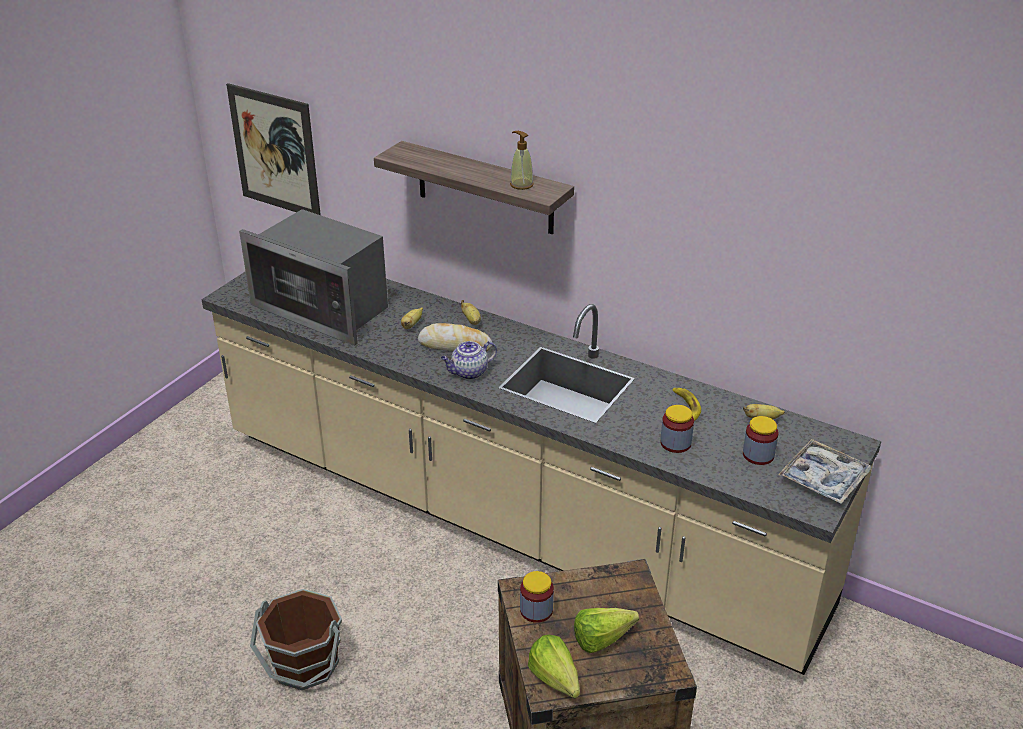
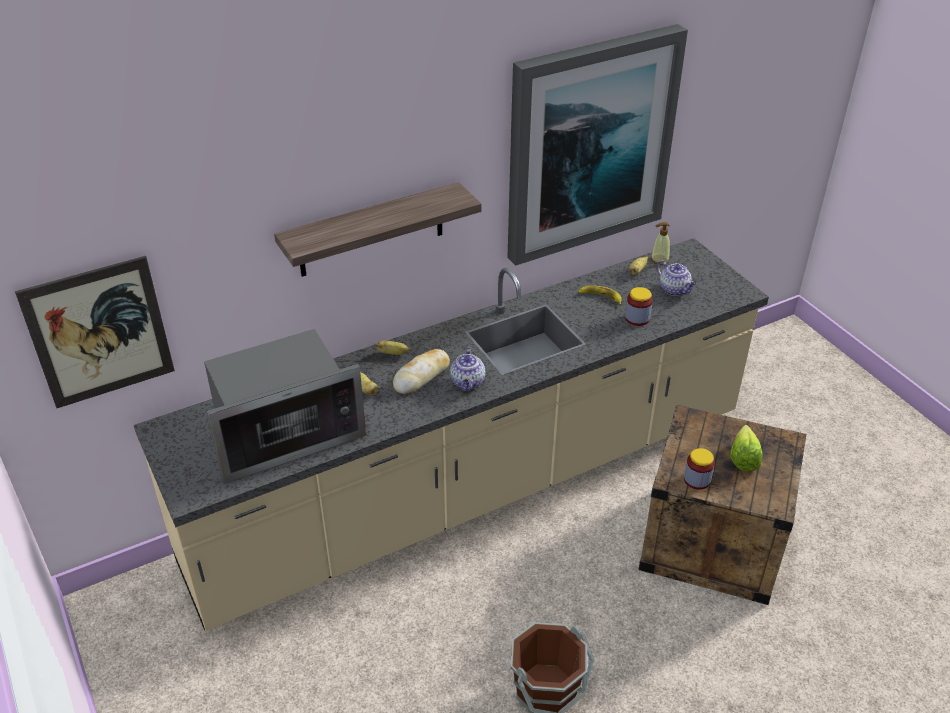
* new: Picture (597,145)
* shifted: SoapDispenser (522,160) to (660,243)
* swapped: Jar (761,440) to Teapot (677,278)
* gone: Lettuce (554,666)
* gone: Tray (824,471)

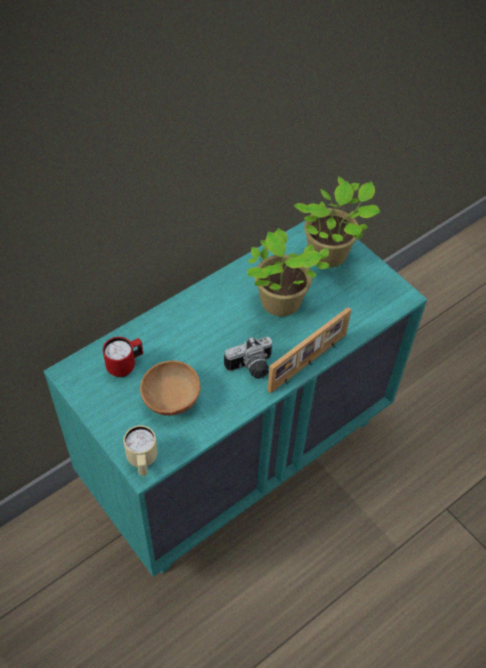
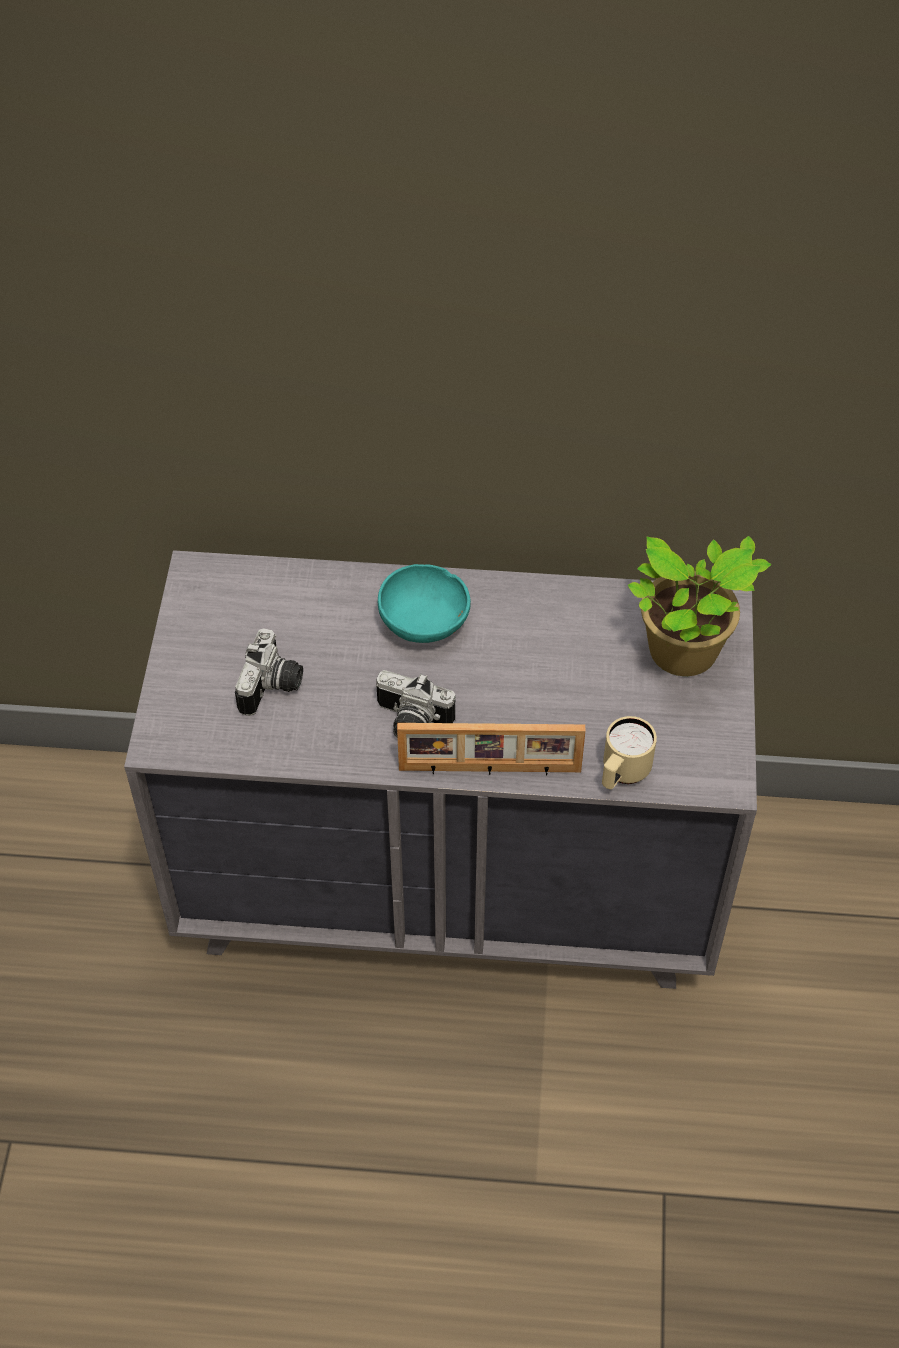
* repainted: TurquoiseDresser (235,399) to GreyDresser (440,769)
* swapped: BrownBowl (170,388) to PhotoCamera (269,672)
* new: TurquoiseBowl (424,603)
* shifted: BeigeMug (140,450) to (629,752)
* gone: RedMug (123,357)
* gone: PottedPlant (288,272)

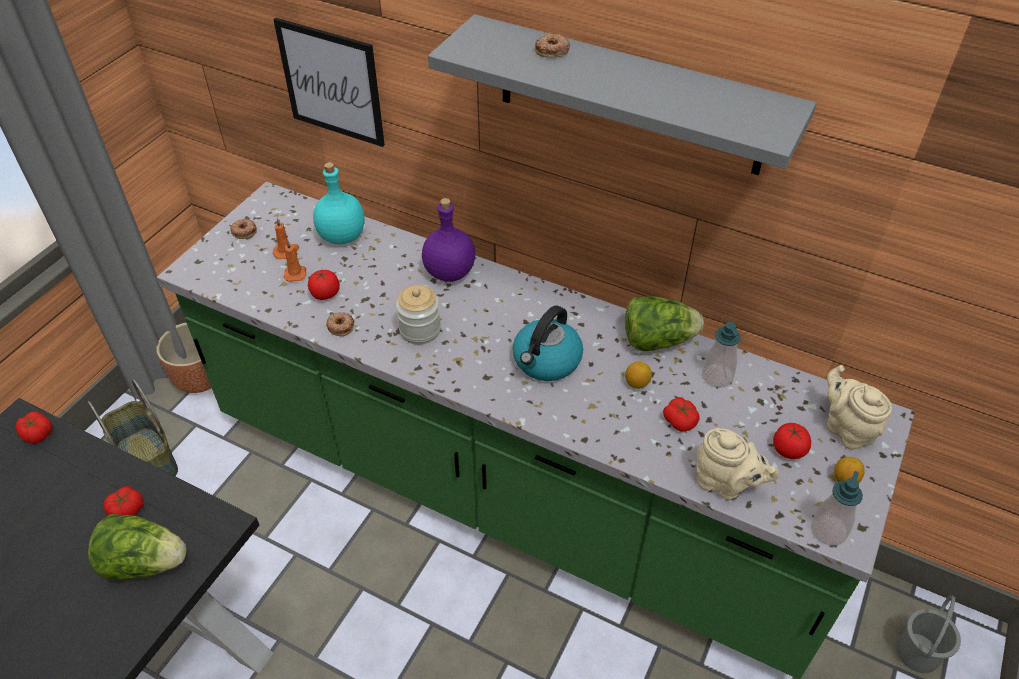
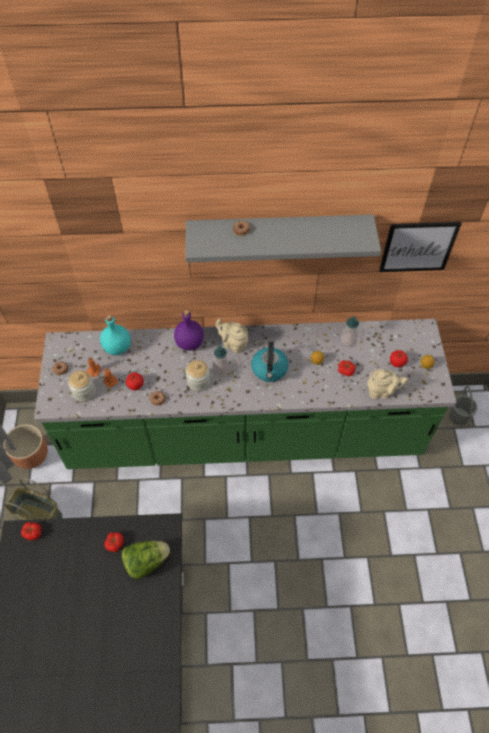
* new: Jar (82,386)
* shifted: SoapDispenser (837,508) to (221,359)
* shifted: BeigeTeapot (859,407) to (231,335)
* shifted: Picture (329,82) to (420,247)
* gone: Lettuce (664,323)

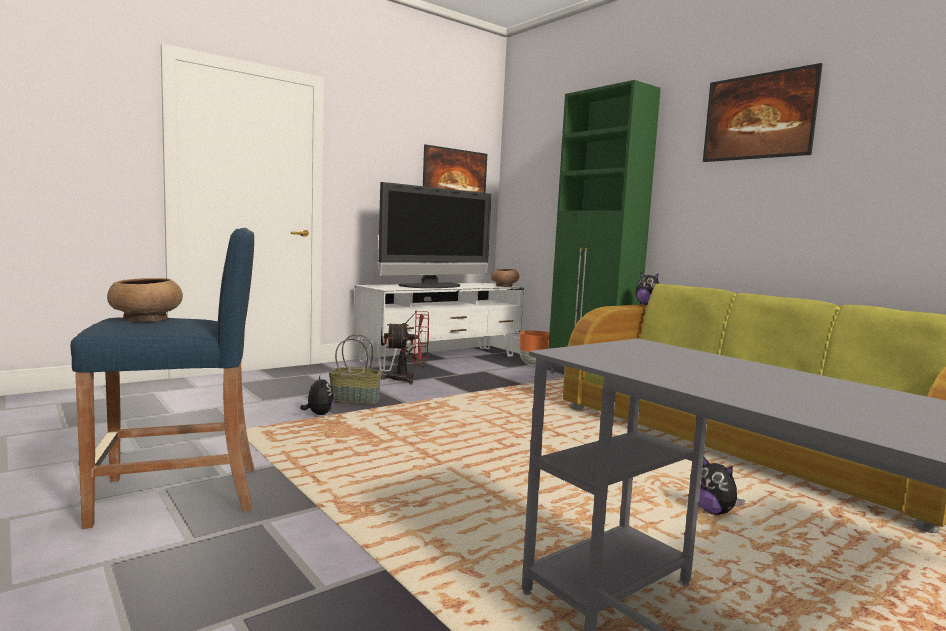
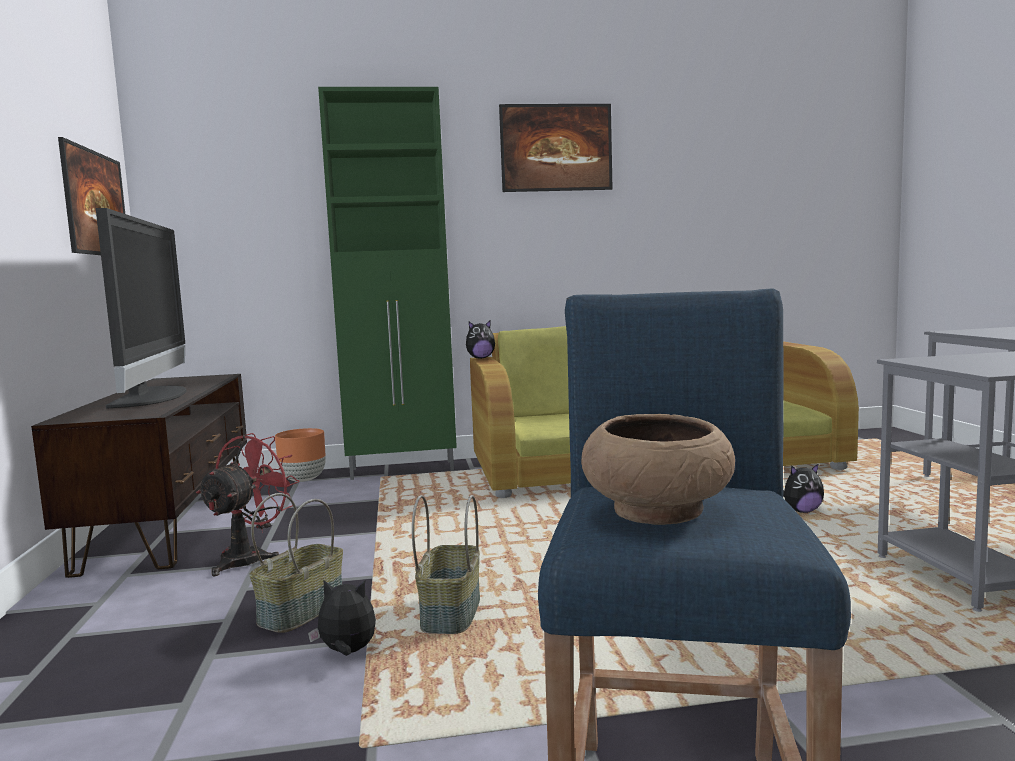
* repainted: WhiteTvStand (439,327) to BrownTvStand (139,476)
* new: Basket (446,564)
* gone: BrownBowl (505,278)

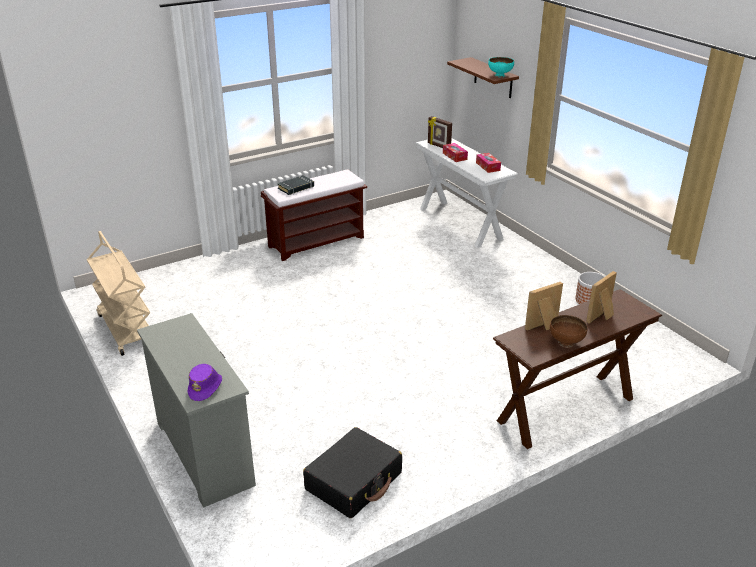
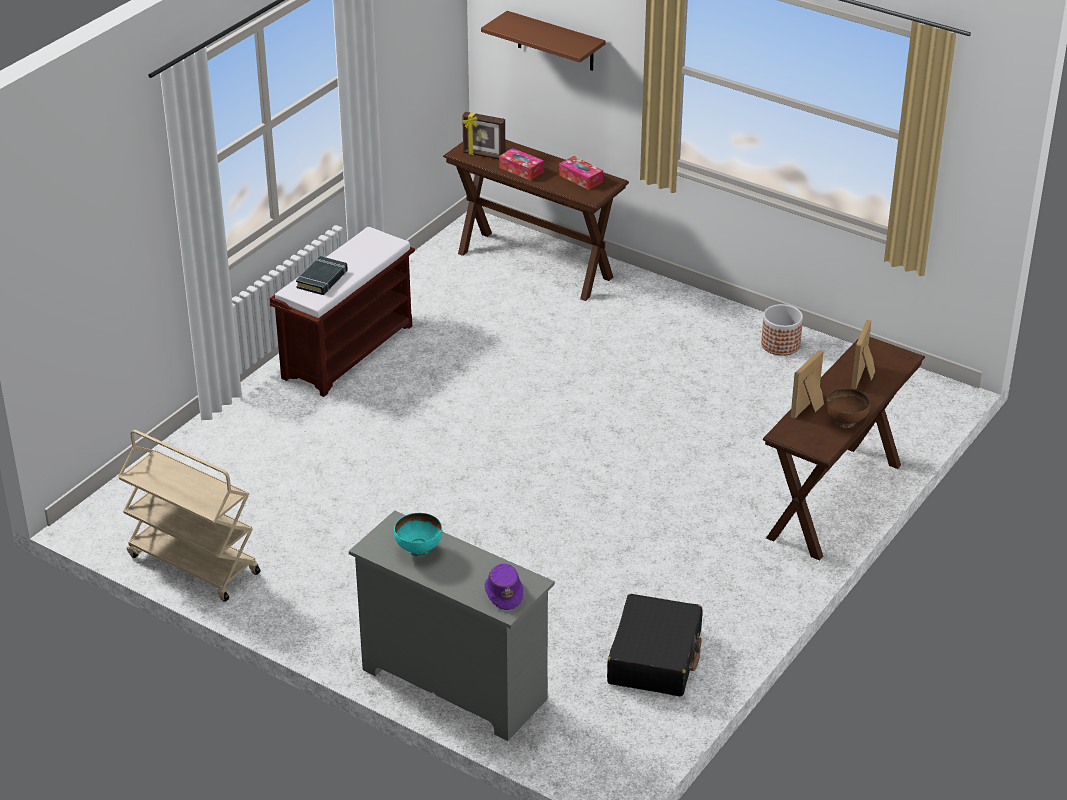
* shifted: TurquoiseBowl (501,67) to (418,535)
* repainted: WhiteConsoleTable (467,193) to BrownConsoleTable (536,220)

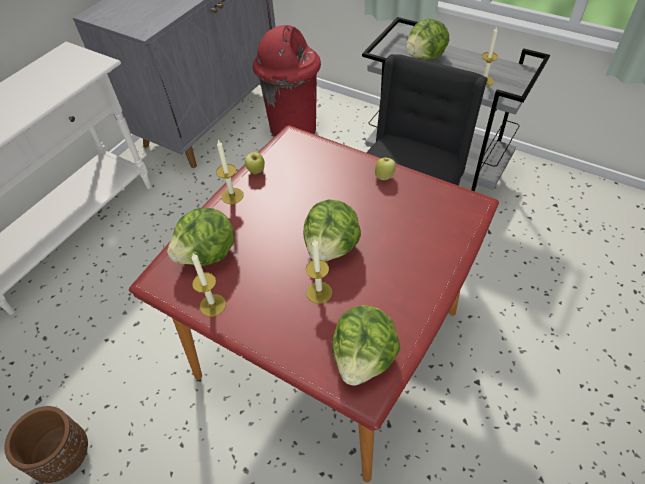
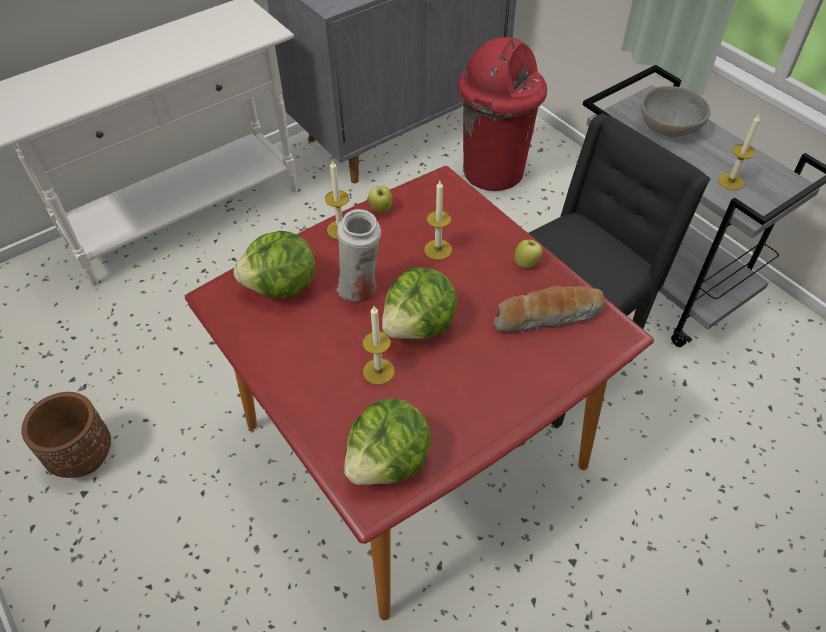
* new: WhiteVase (359,256)
* shifted: Candle (208,285) to (438,220)
* new: Bread (549,309)
* swapped: Lettuce (427,39) to GreyBowl (676,111)

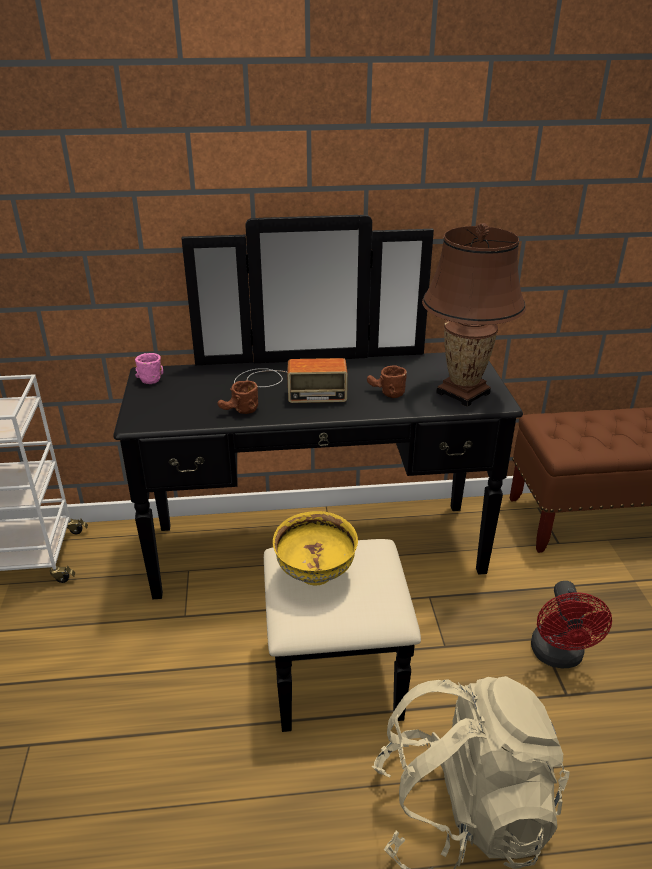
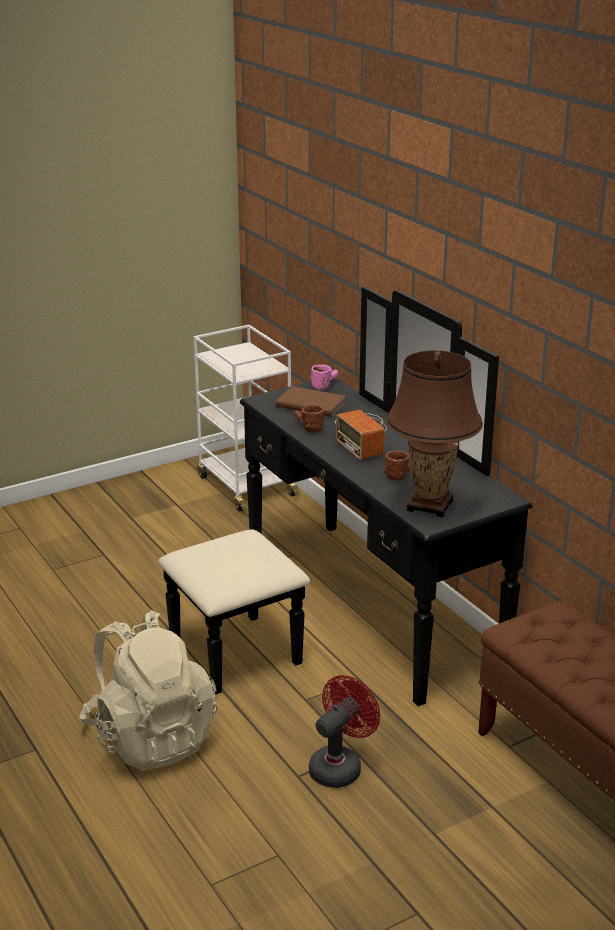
* new: BrownBook (311,401)
* rotated: RedFan (571,624) = (344,731) 150 degrees clockwise
* gone: YellowBowl (315,548)

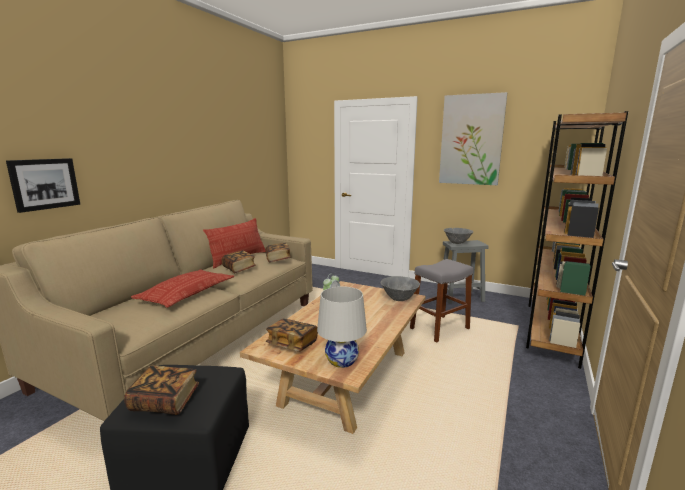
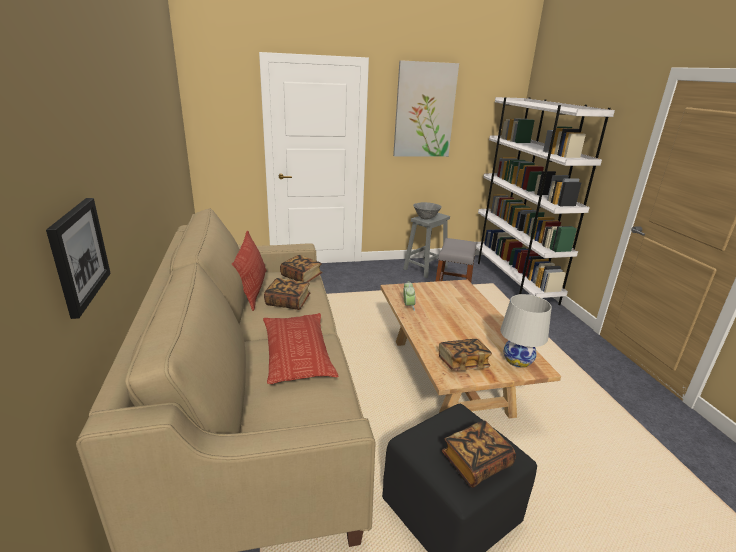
* repainted: BrownBookcase (577,240) to WhiteBookcase (545,201)
* gone: GreyBowl (400,288)

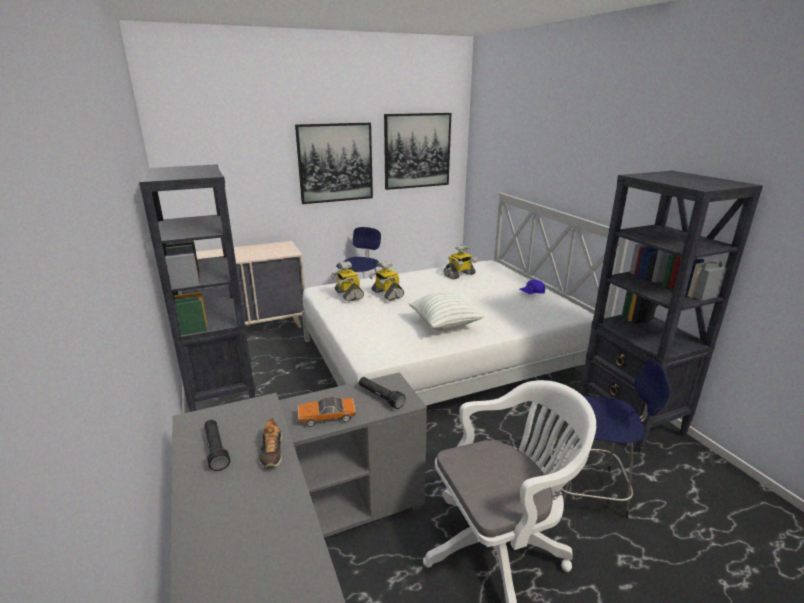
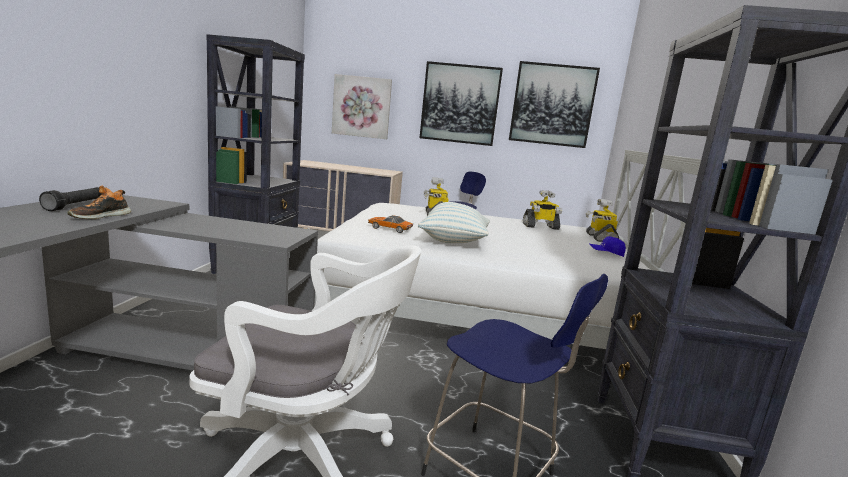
* new: Picture (362,106)
* shifted: ToyCar (327,412) to (390,224)
* shifted: ToyRobot (347,281) to (602,220)
* gone: BlackFlashlight (382,393)

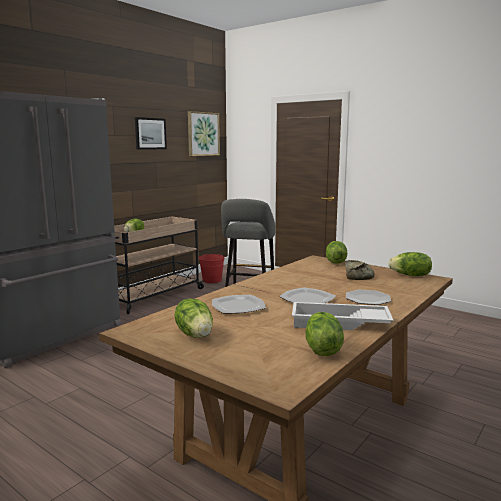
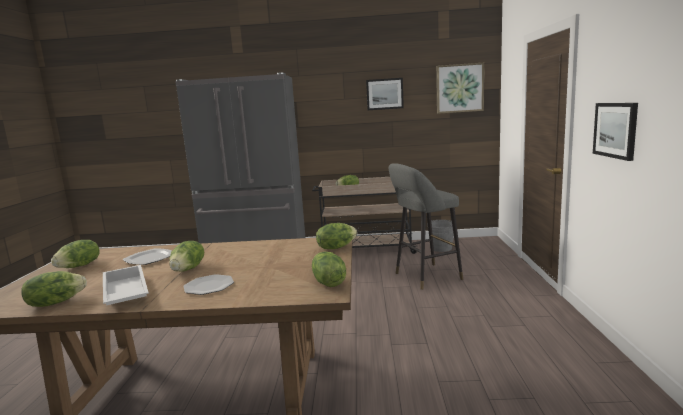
* swapped: Plate (307,295) to Lettuce (186,256)
* repainted: RedBucket (212,268) to GreyBucket (440,236)
* new: Picture (615,132)
* gone: Bread (360,270)

